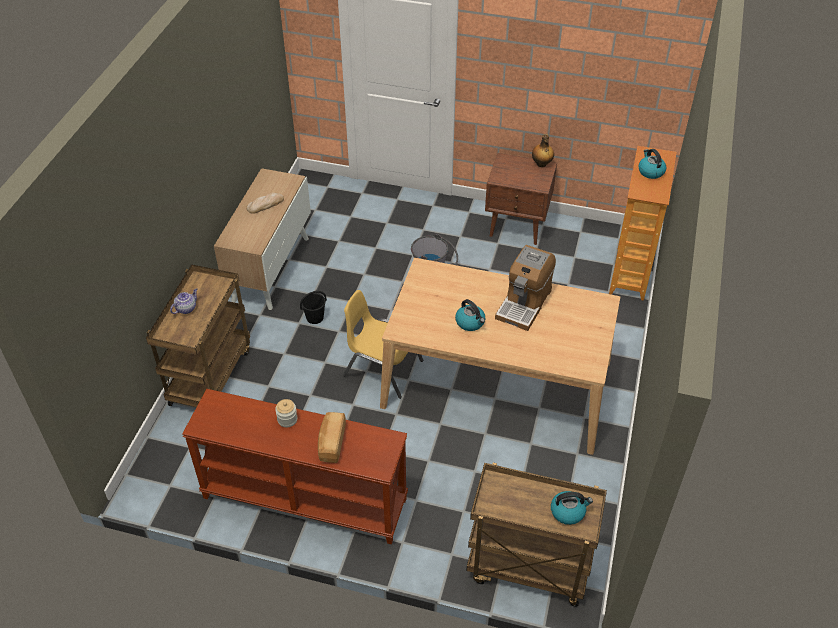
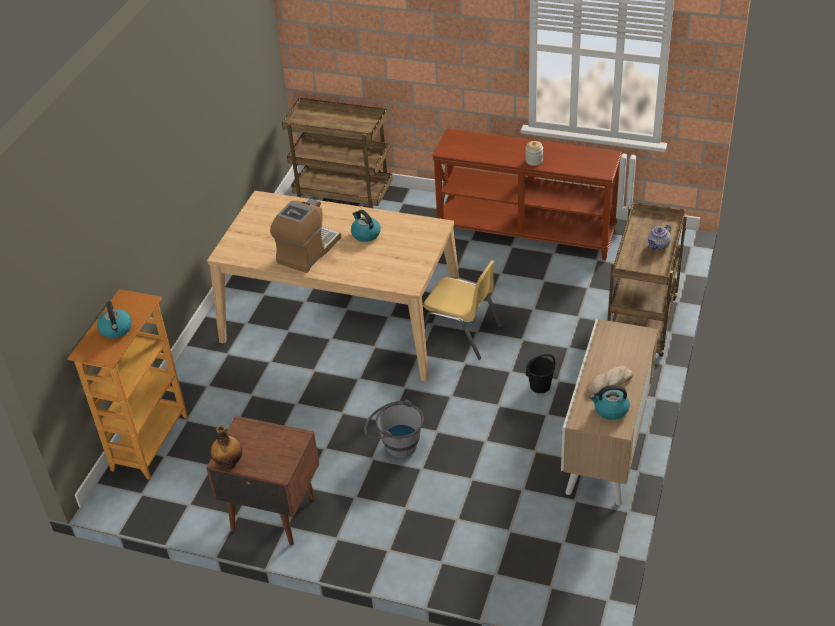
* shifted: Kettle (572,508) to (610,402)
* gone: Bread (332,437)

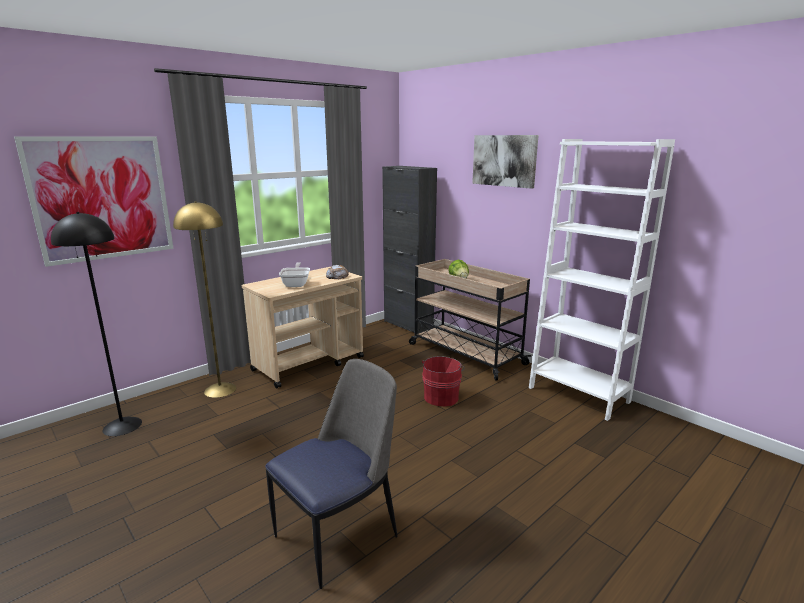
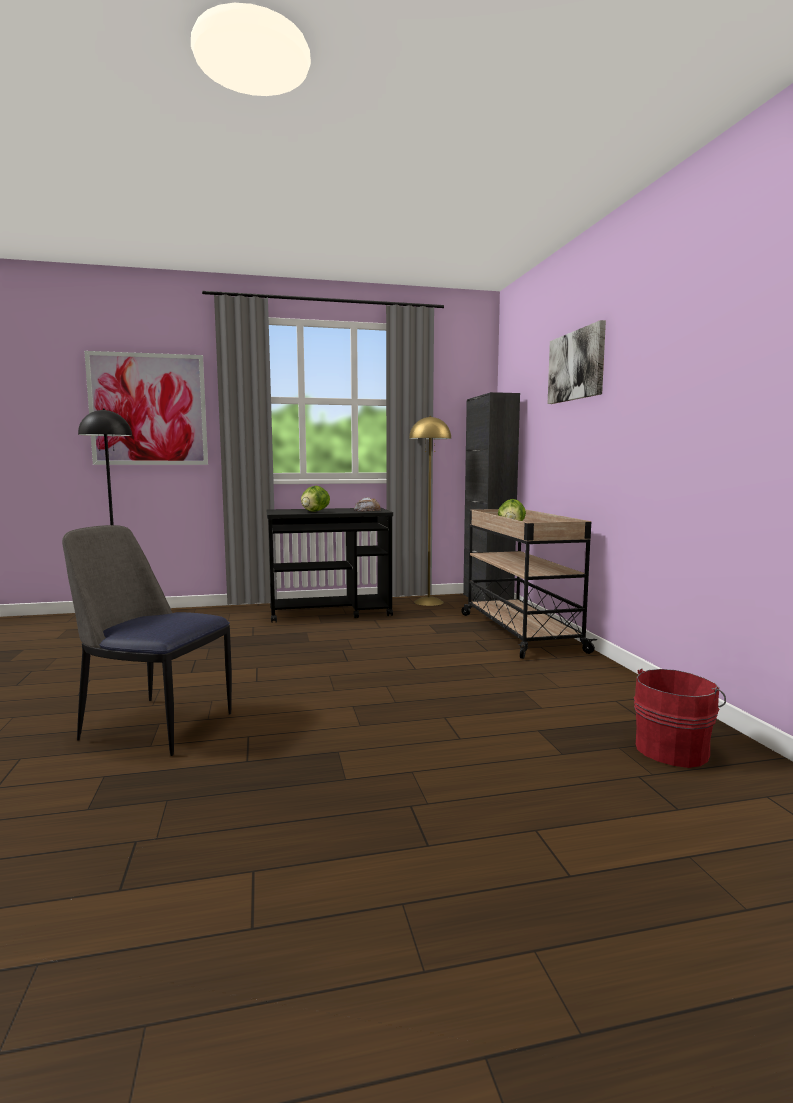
* rotated: Chair (331,474) = (147,640) 150 degrees counterclockwise
* repainted: BeigeCart (303,327) to BlackCart (330,565)
* swapped: FryingPan (294,274) to Lettuce (315,499)
* shifted: YellowFloorLamp (204,299) to (430,511)
* shifted: RedBucket (443,381) to (680,718)
* gone: WhiteBookcase (602,280)

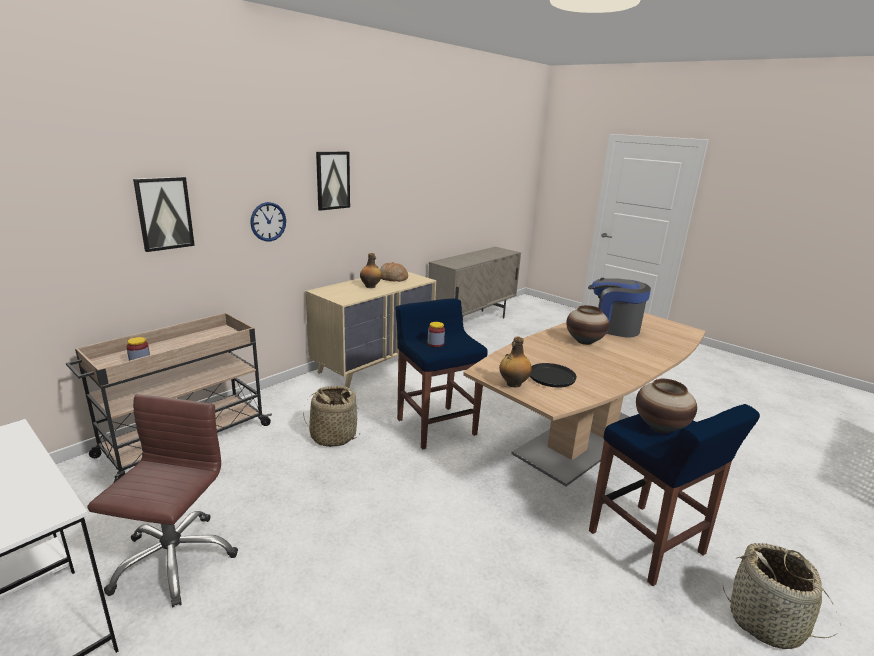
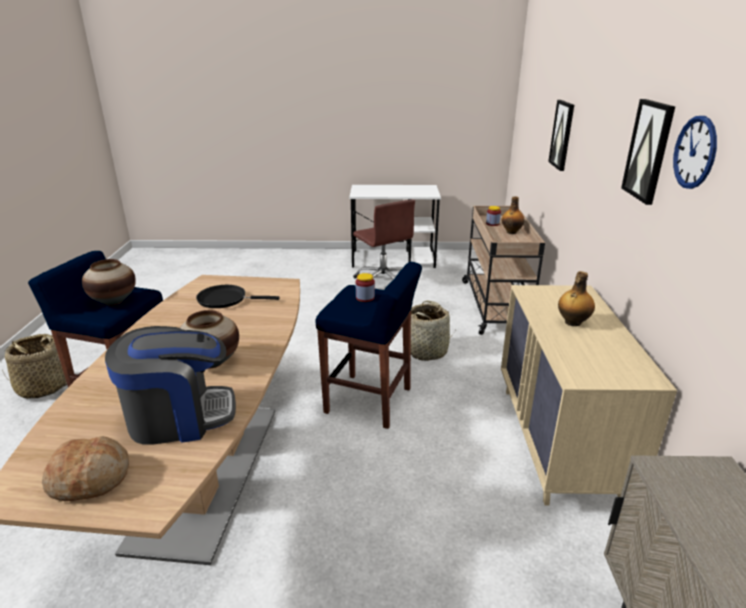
* shifted: Bread (394,272) to (85,468)
* shifted: Bottle (515,362) to (513,215)
* shifted: WallClock (268,221) to (695,152)

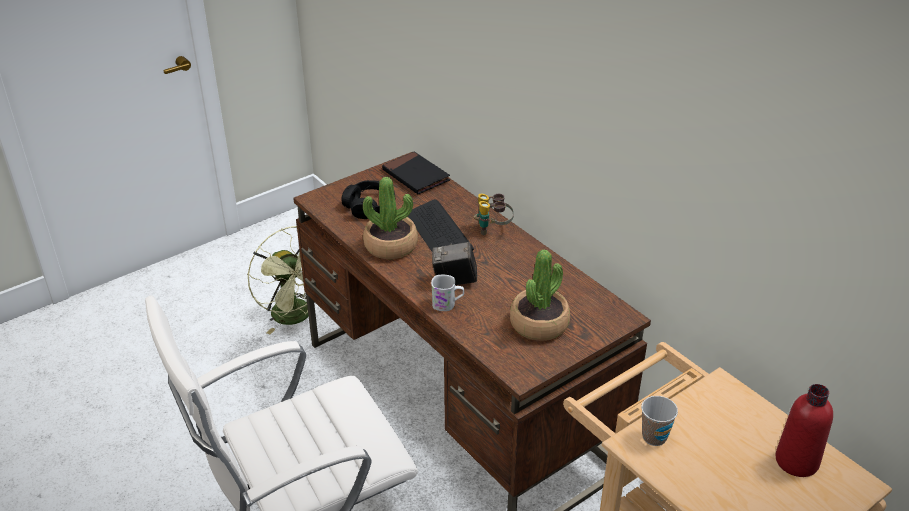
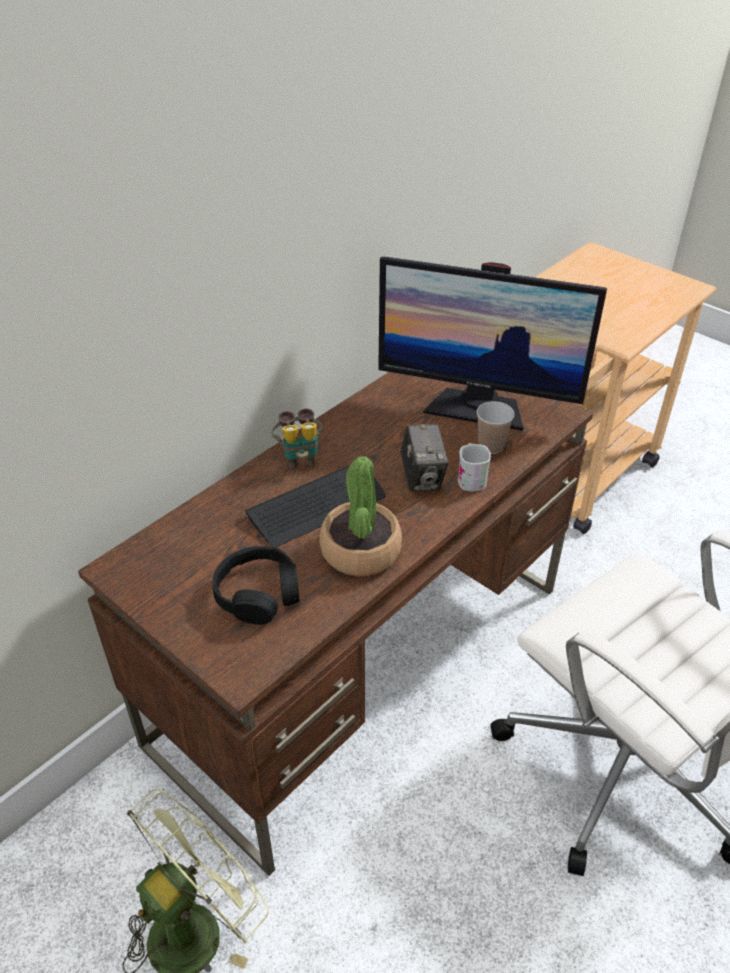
* swapped: PottedPlant (540,295) to Monitor (492,344)
* shifted: Cup (659,421) to (496,427)
* gone: BlackBook (416,173)
* gone: RedBottle (804,430)

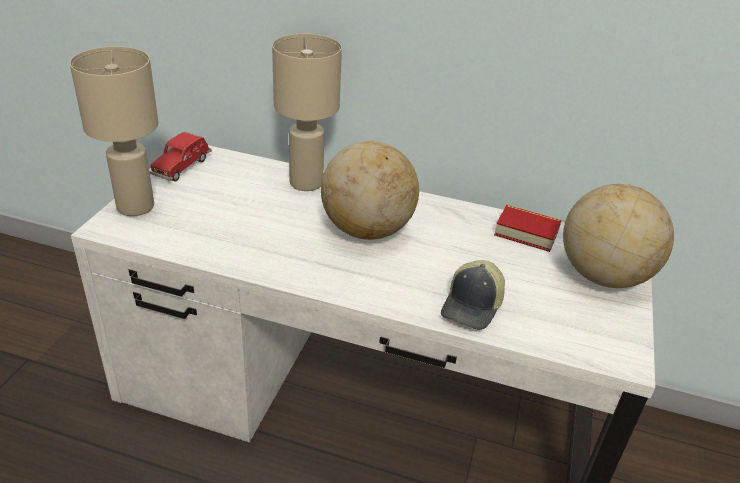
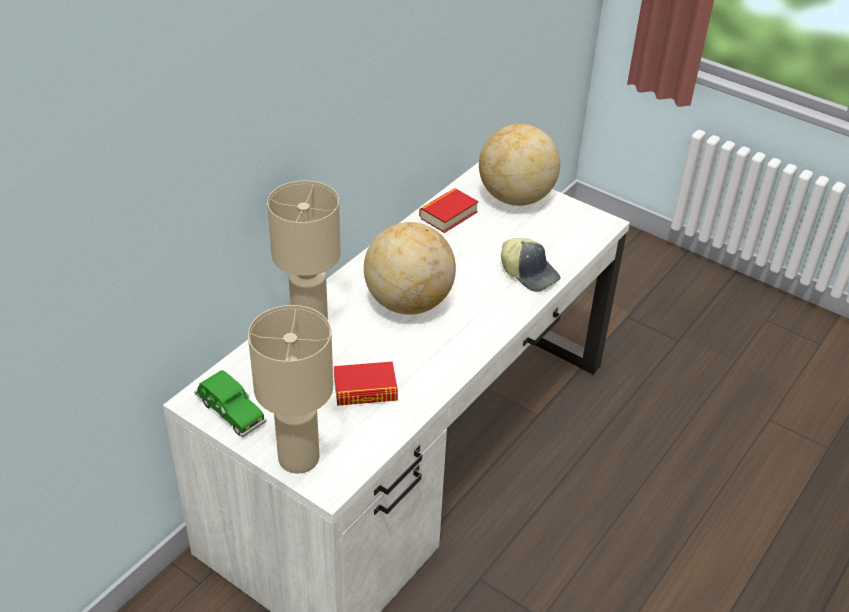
* repainted: RedToyCar (181,157) to GreenToyCar (230,404)
* new: Book (366,383)

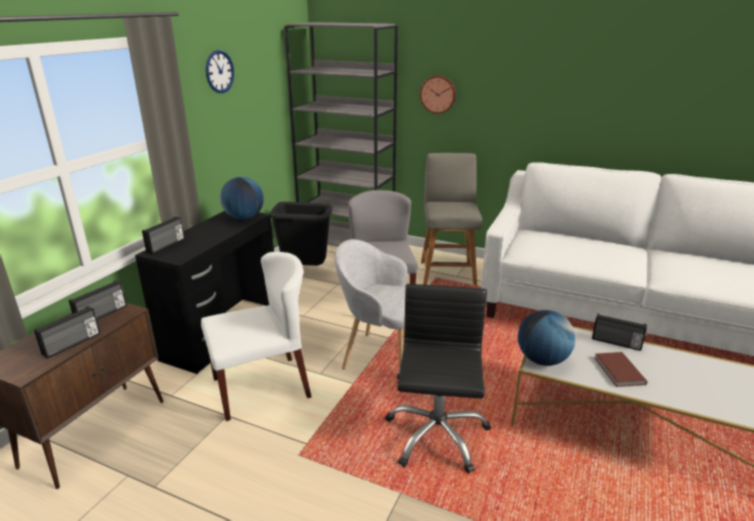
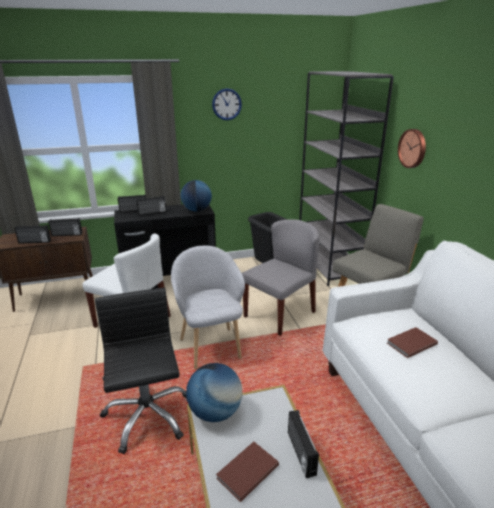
* rotated: BlackOfficeChair (438,379) = (140,371) 75 degrees counterclockwise
* new: Radio (151,206)
* new: BrownBook (412,342)

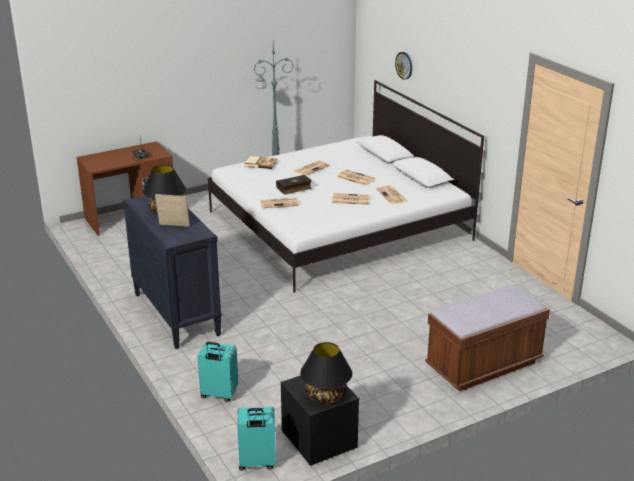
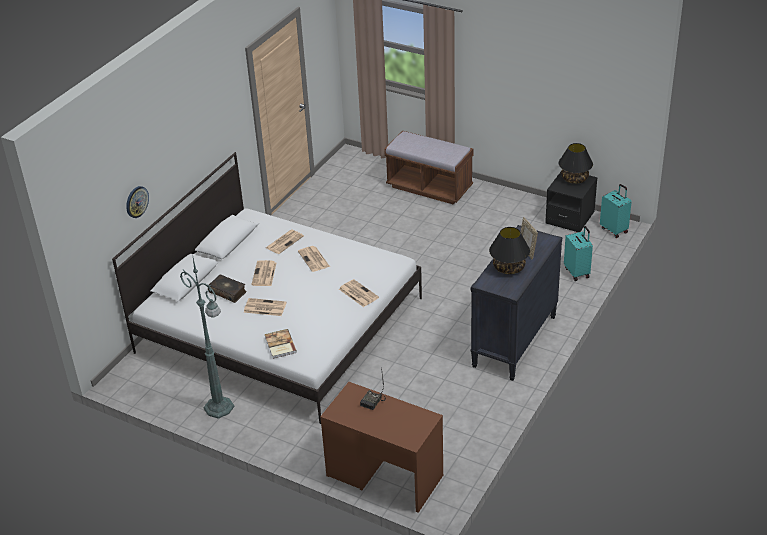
* shifted: Book (294,185) to (227,288)

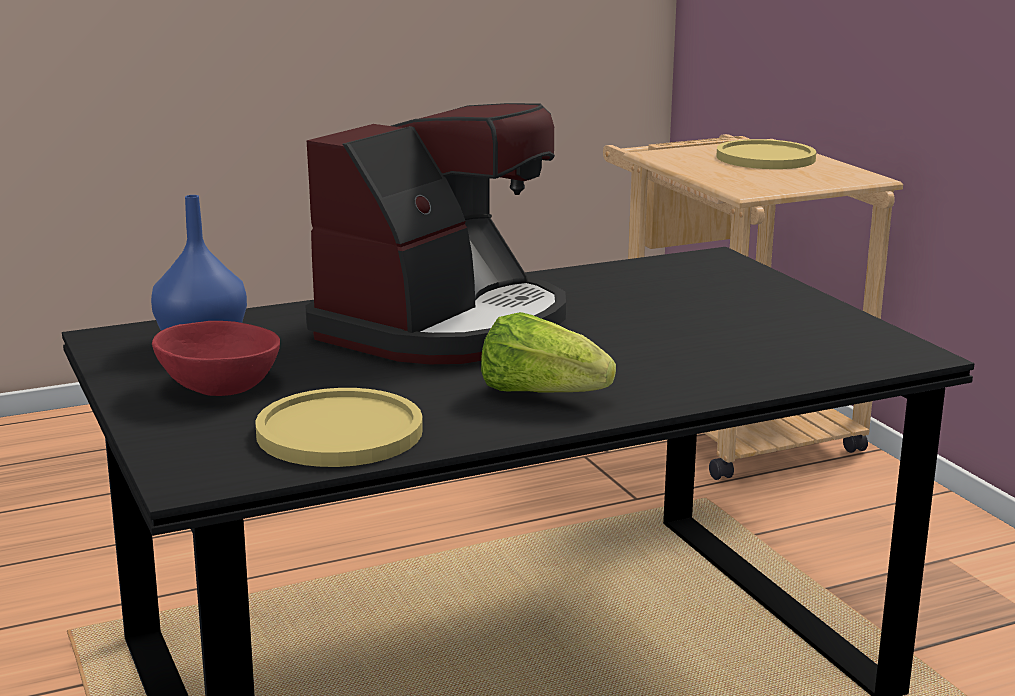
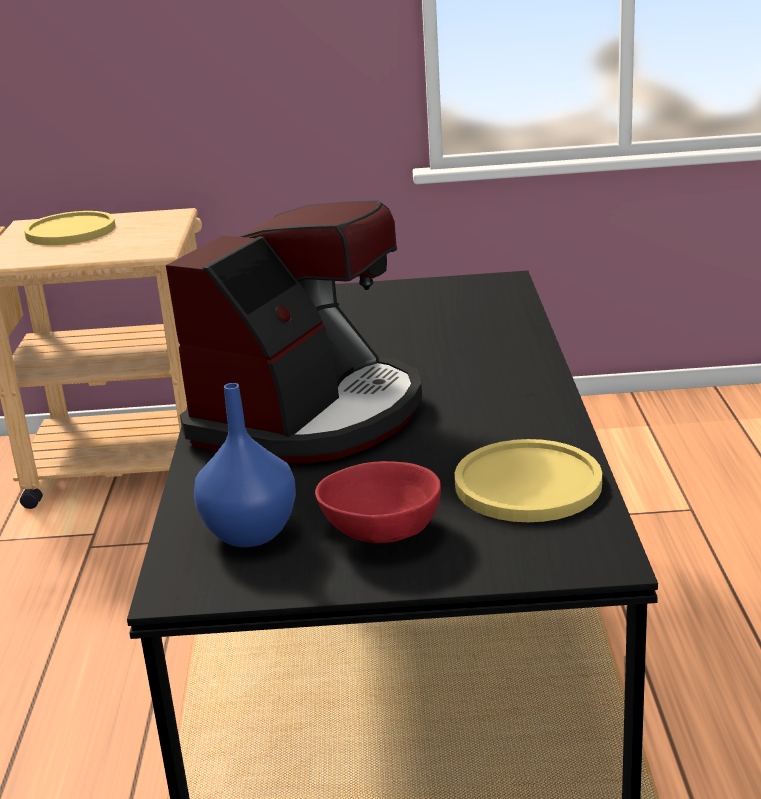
* rotated: CoffeeMachine (435,233) = (294,332) 60 degrees clockwise
* gone: Lettuce (548,352)

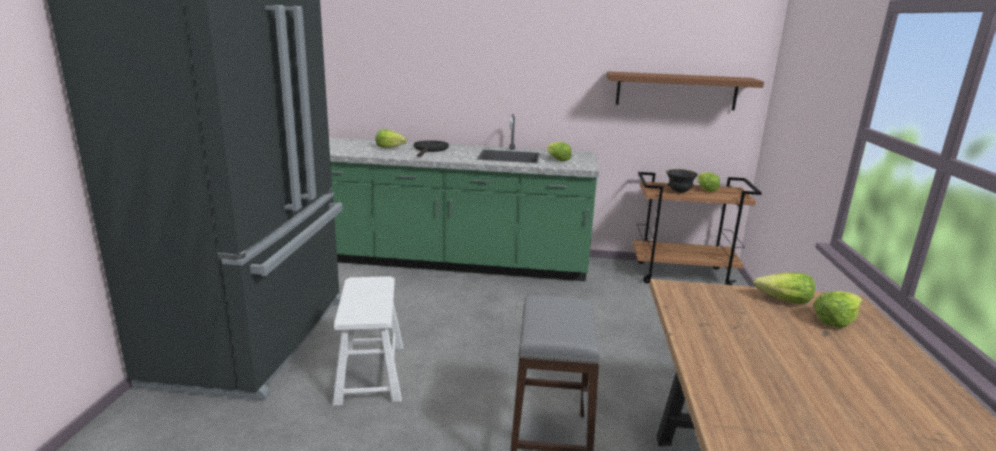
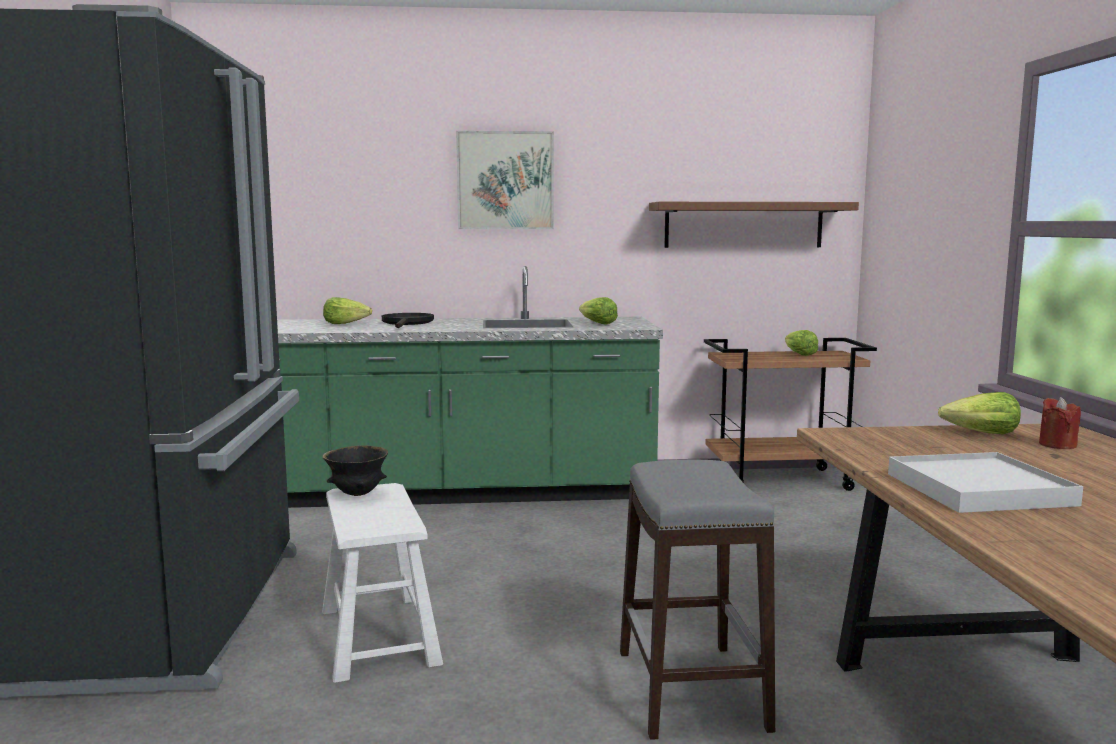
* shifted: BlackBowl (682,181) to (355,470)
* new: Picture (505,180)
* new: WhiteTray (985,482)
* swapped: Lettuce (838,309) to RedCandle (1060,423)

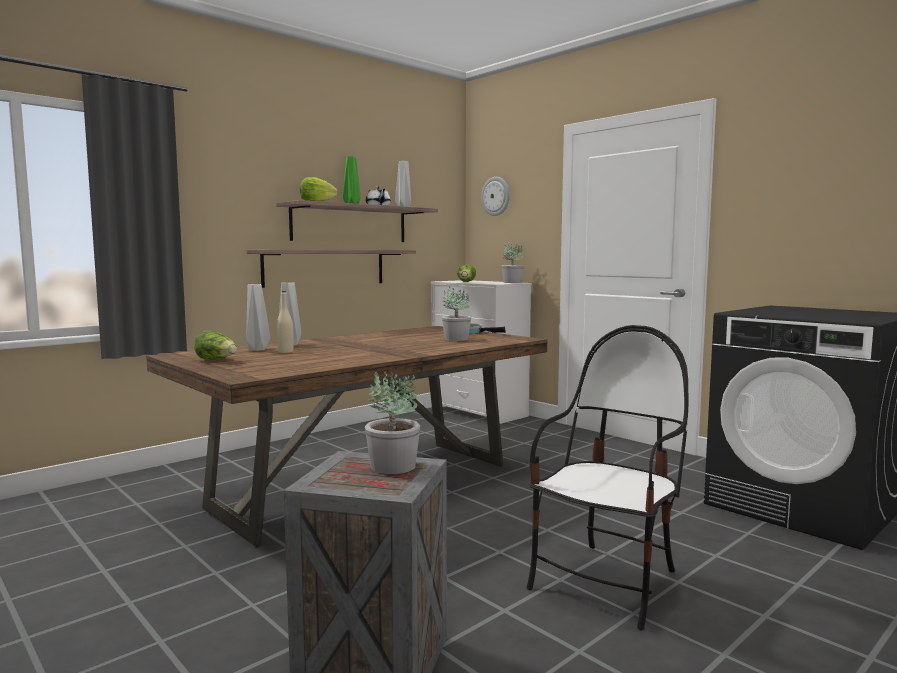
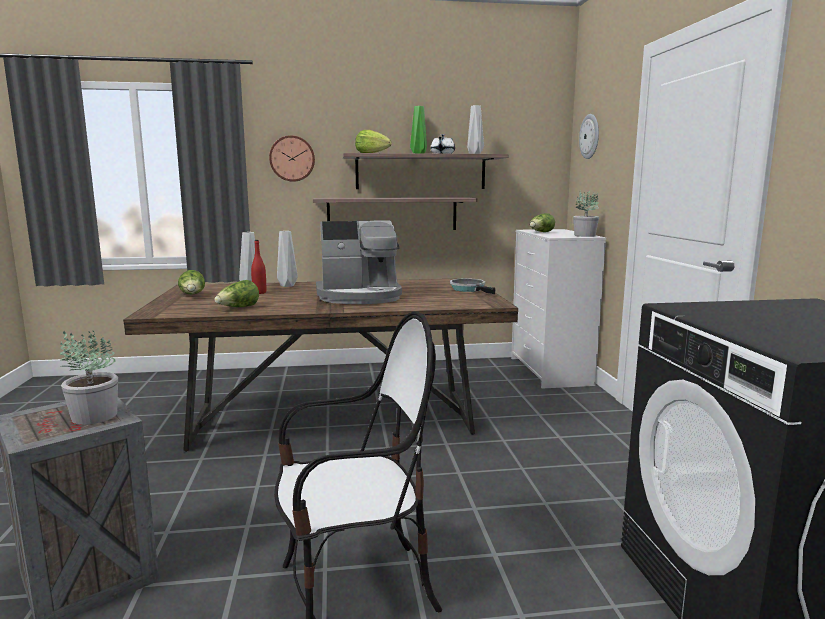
* new: Lettuce (236,293)
* repainted: BeigeBottle (285,322) to RedBottle (258,267)
* new: WallClock (292,158)
* new: CoffeeMachine (359,262)
* gone: PottedPlant (456,313)

